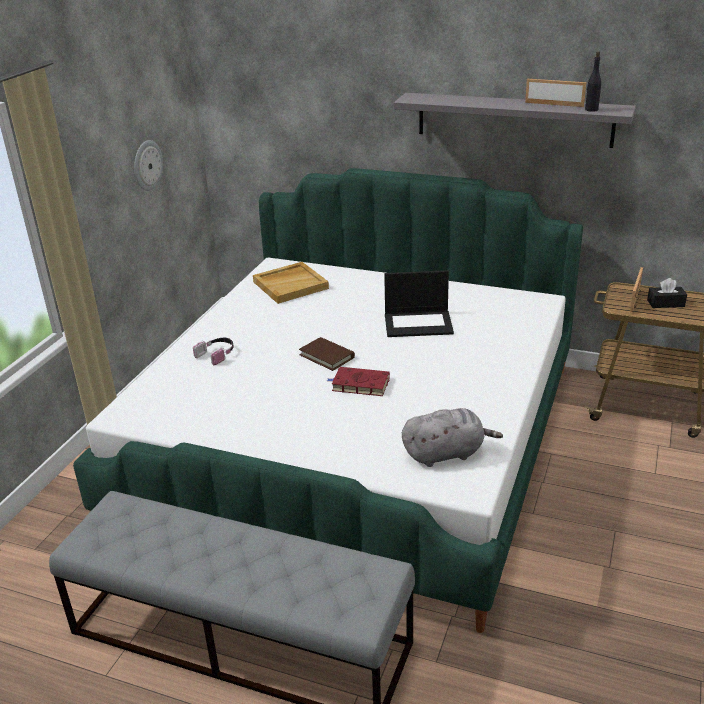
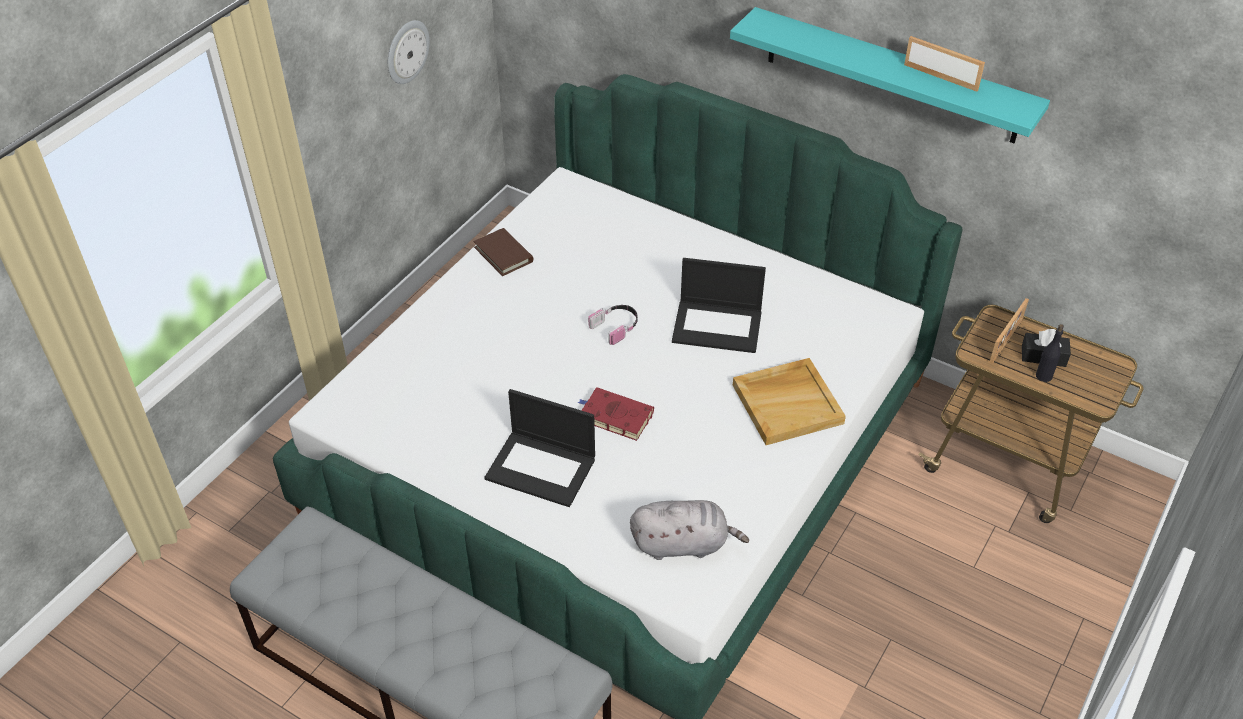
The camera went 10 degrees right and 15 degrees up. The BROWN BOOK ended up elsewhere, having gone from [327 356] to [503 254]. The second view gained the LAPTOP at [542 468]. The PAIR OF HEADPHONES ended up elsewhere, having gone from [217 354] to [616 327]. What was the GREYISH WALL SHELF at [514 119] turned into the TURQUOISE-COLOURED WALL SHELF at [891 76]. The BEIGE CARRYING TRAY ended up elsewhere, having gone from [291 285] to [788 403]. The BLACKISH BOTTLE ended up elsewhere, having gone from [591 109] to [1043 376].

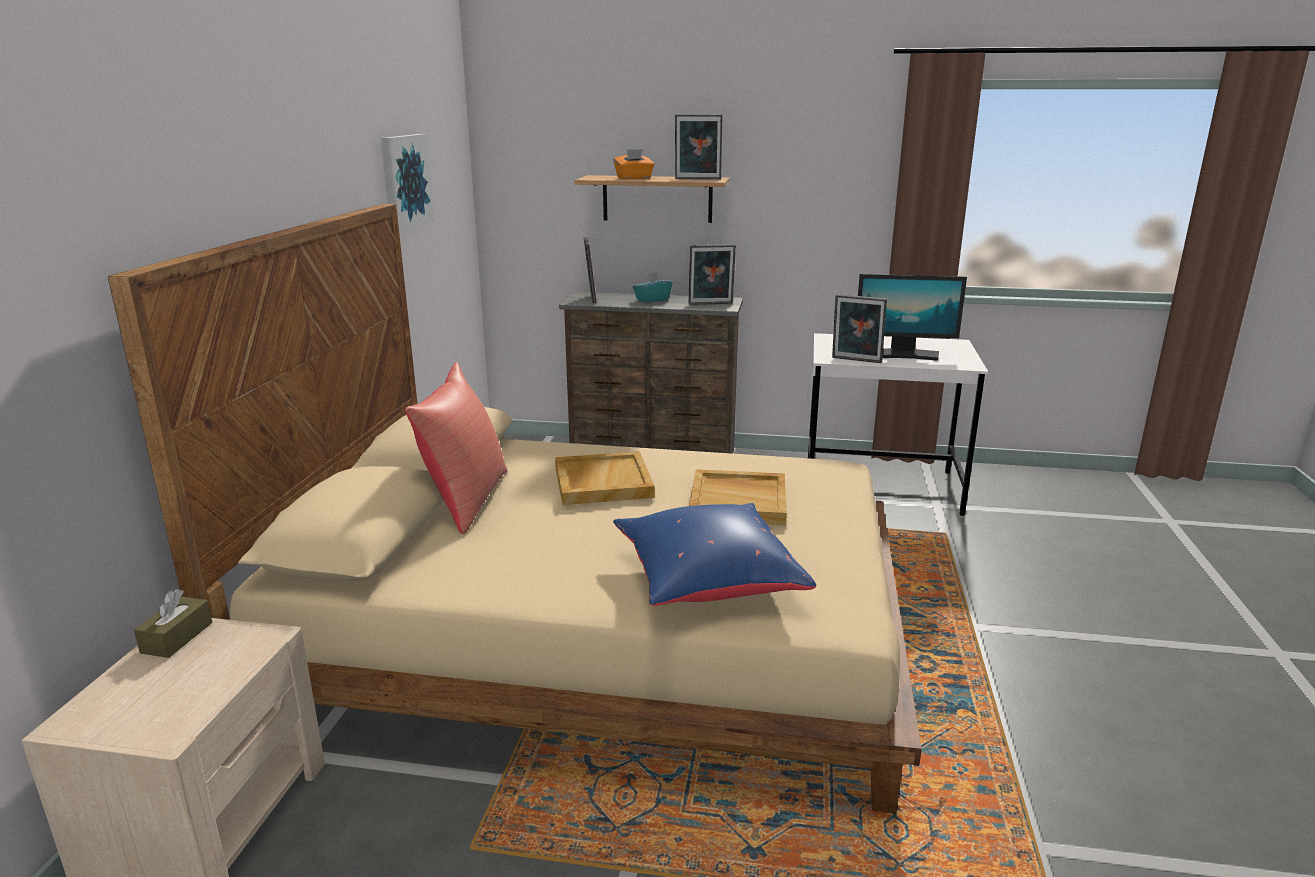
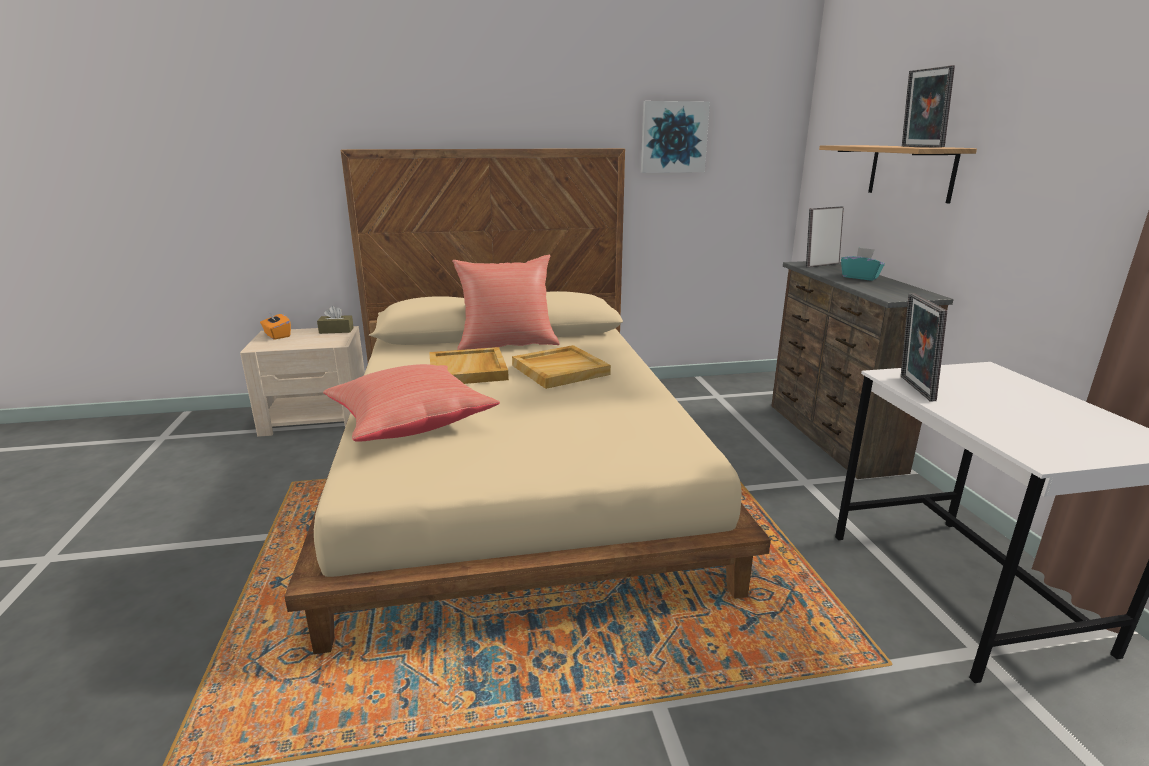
The camera went 70 degrees right and 0 degrees up. The ORANGEY TISSUE HOLDER ended up elsewhere, having gone from [634 178] to [277 335]. What was the BLUE-COLOURED THROW PILLOW at [706 582] turned into the RED THROW PILLOW at [410 424]. The BEIGE CARRYING TRAY ended up elsewhere, having gone from [739 501] to [468 370]. The second view lost the STANDING FRAME at [711 304]. The second view lost the COMPUTER DISPLAY at [904 355].

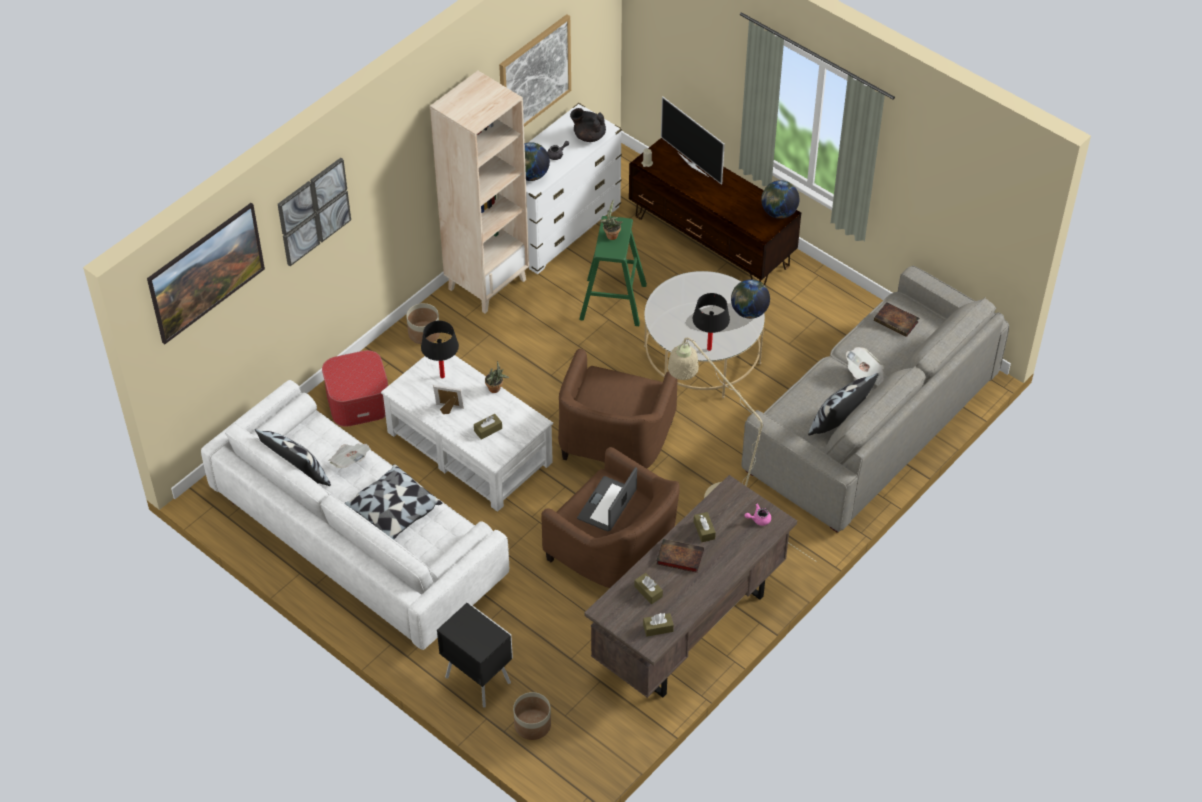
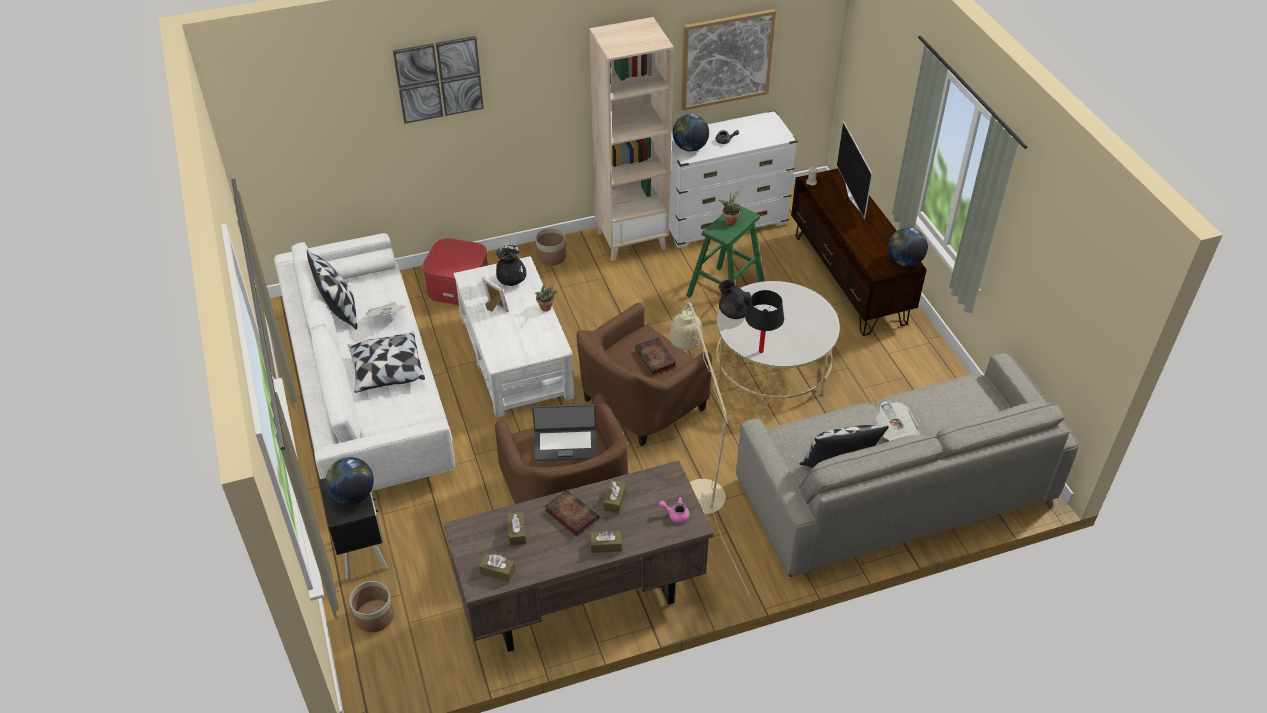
The camera went 30 degrees right and 5 degrees down. The WORLD GLOBE ended up elsewhere, having gone from [749 312] to [353 495]. Where the BLACKISH LAMP FOR A TABLE stood at [442 376], the BLACKISH FLOWER VASE came to stand at [511 281]. The LAPTOP at [608 505] ended up facing another way, 150 degrees counterclockwise from before. The BROWN TISSUE HOLDER ended up elsewhere, having gone from [488 430] to [606 545]. The BOOK ended up elsewhere, having gone from [897 321] to [656 358]. The BLACKISH TEAPOT ended up elsewhere, having gone from [589 136] to [734 312]. The second view lost the WALL ART at [209 288].

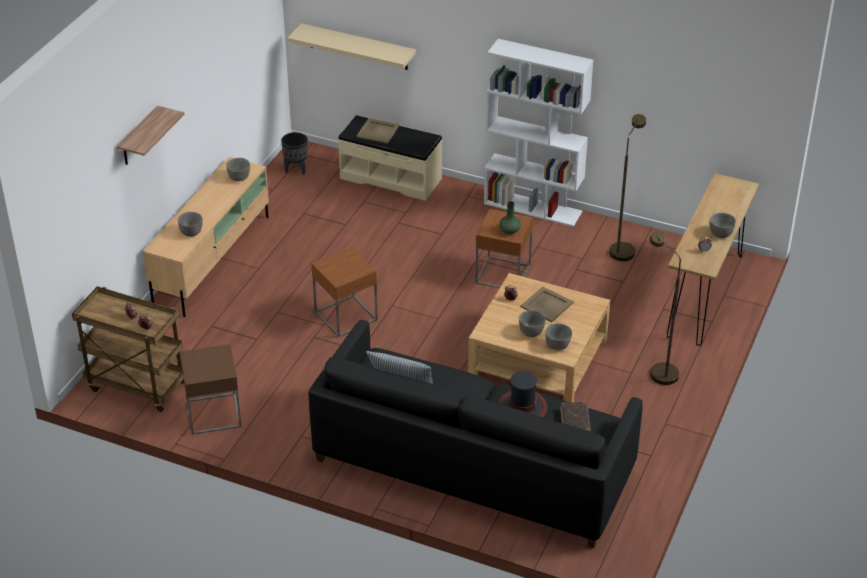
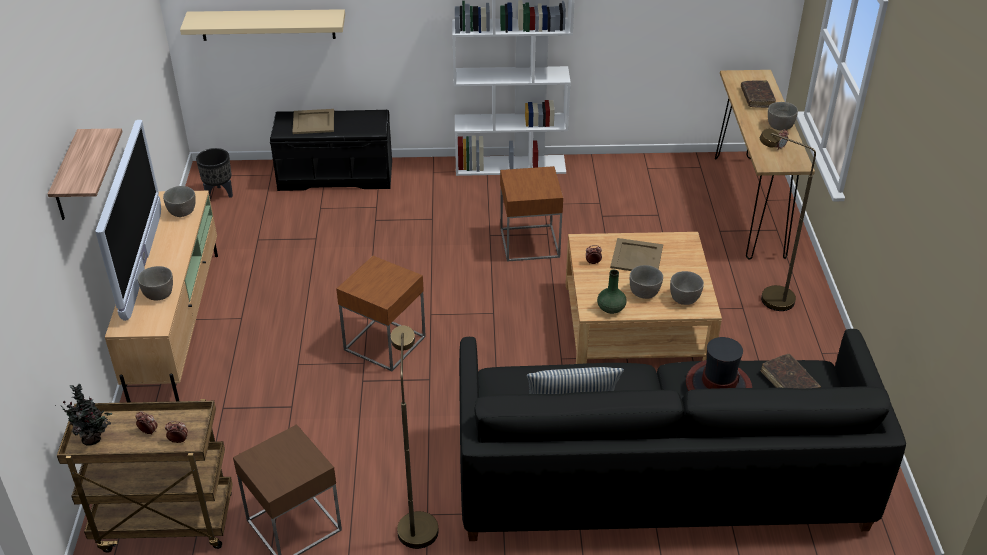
The camera went 25 degrees left and 0 degrees up. The second view gained the HOUSEPLANT at [94 438]. The second view gained the TV SET at [143 264]. What was the BEIGE INDOOR BENCH at [391 178] turned into the BLACKISH INDOOR BENCH at [335 175]. The BROWN STANDING LAMP ended up elsewhere, having gone from [623 248] to [416 522]. The GREEN FLOWER VASE ended up elsewhere, having gone from [510 231] to [611 308]. The second view gained the BROWN BOOK at [757 98].

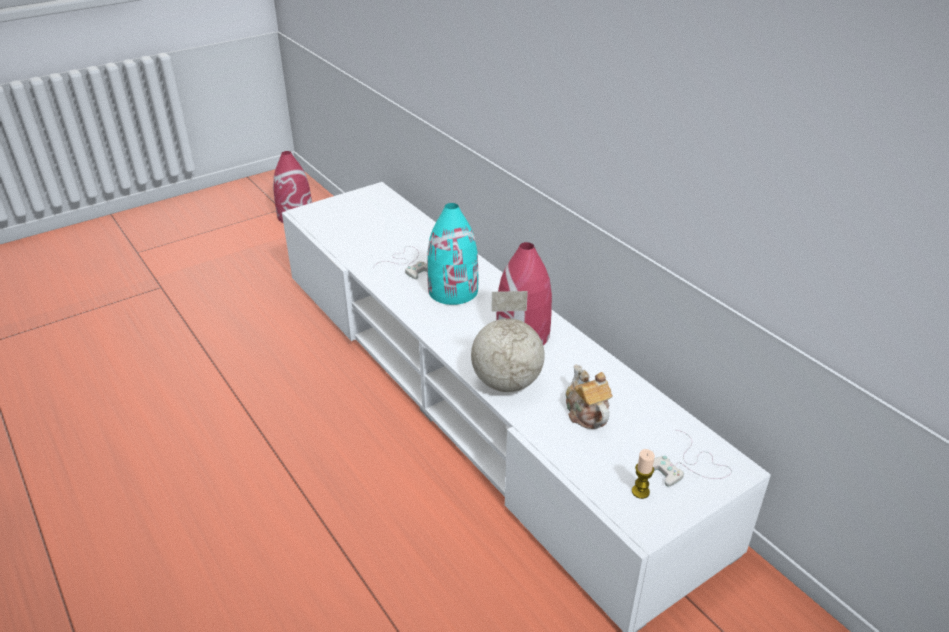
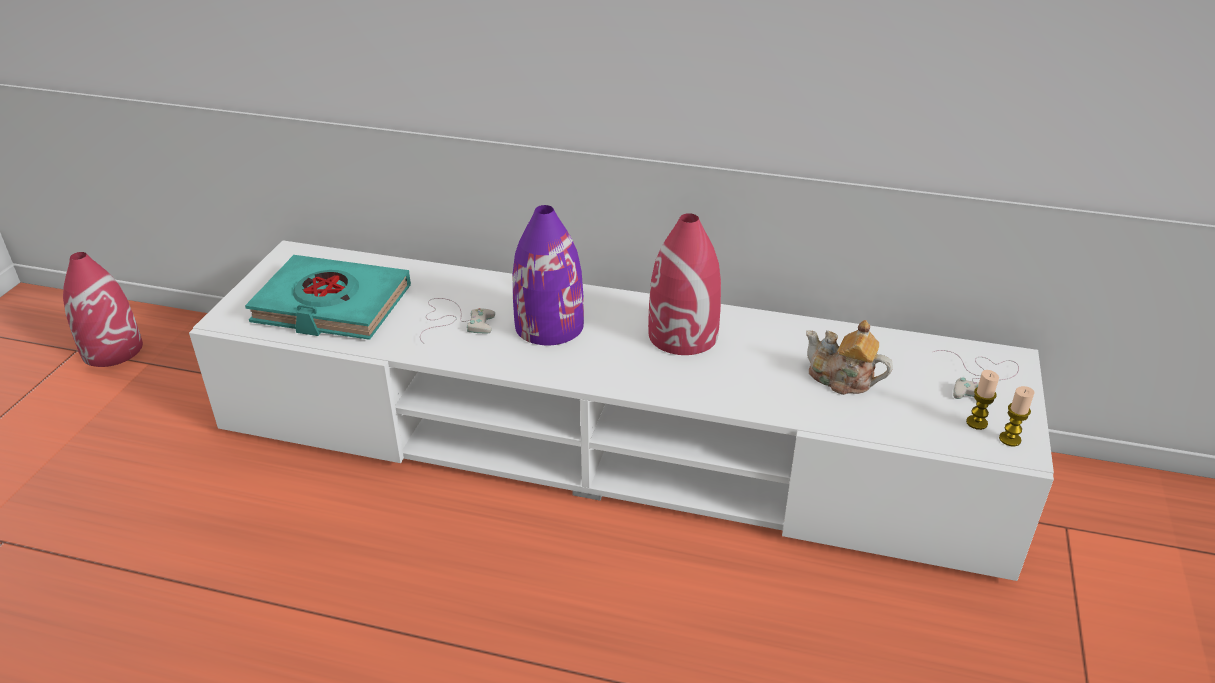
The camera went 40 degrees left and 0 degrees up. The second view gained the TURQUOISE-COLOURED BOOK at [332 306]. What was the TURQUOISE-COLOURED FLOWER VASE at [453 290] turned into the PURPLE FLOWER VASE at [549 325]. The second view gained the WAX LIGHT at [1010 439]. The second view lost the WORLD GLOBE at [506 382].

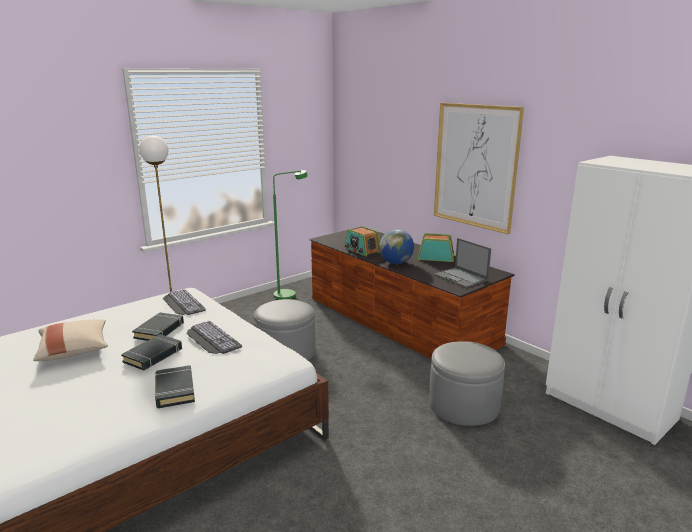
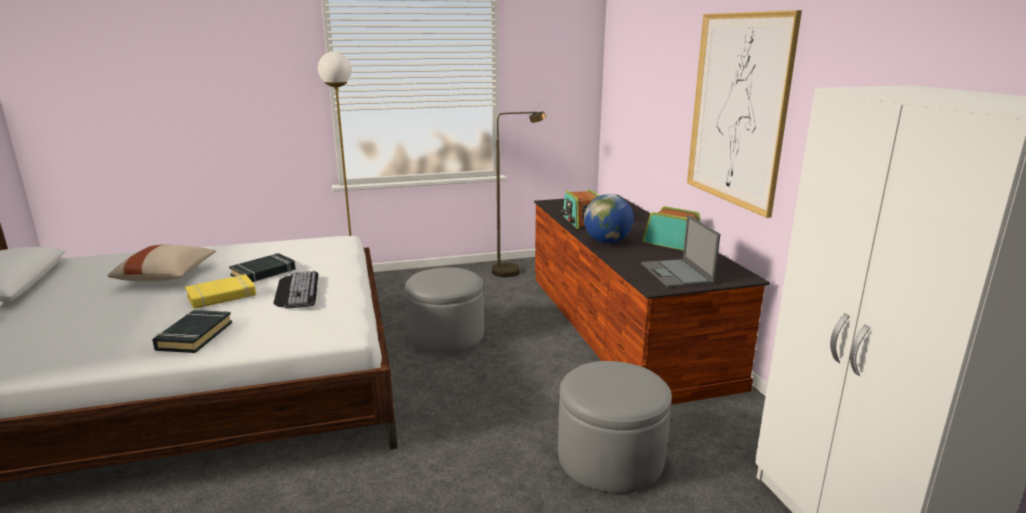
The camera went 25 degrees right and 0 degrees up. What was the BLACKISH BOOK at [153 356] turned into the YELLOWISH BOOK at [222 296]. What was the GREEN STANDING LAMP at [289 294] turned into the BROWN STANDING LAMP at [513 271]. The second view lost the COMPUTER KEYBOARD at [182 303].

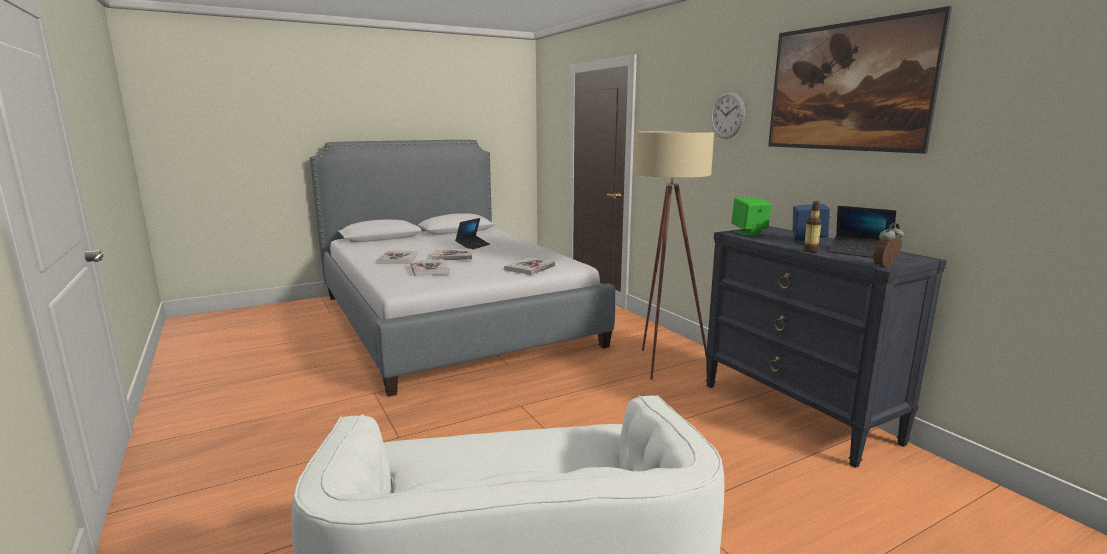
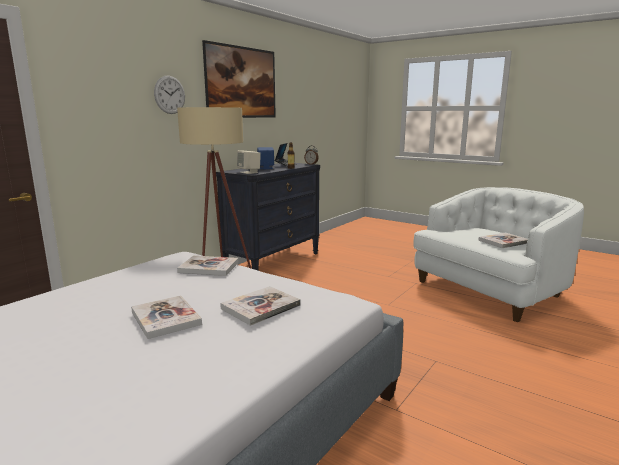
The camera went 115 degrees left and 0 degrees up. What was the GREEN SPEAKER at [749 233] turned into the BEIGE SPEAKER at [249 172]. The BOOK ended up elsewhere, having gone from [398 259] to [503 242]. The second view lost the LAPTOP at [473 246].

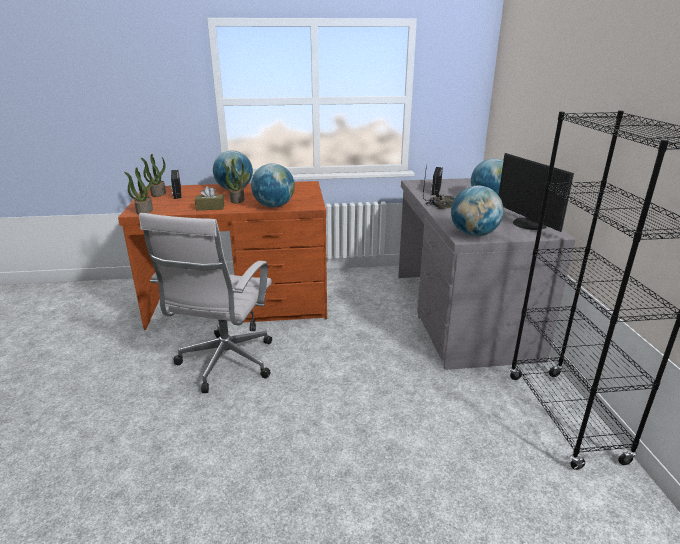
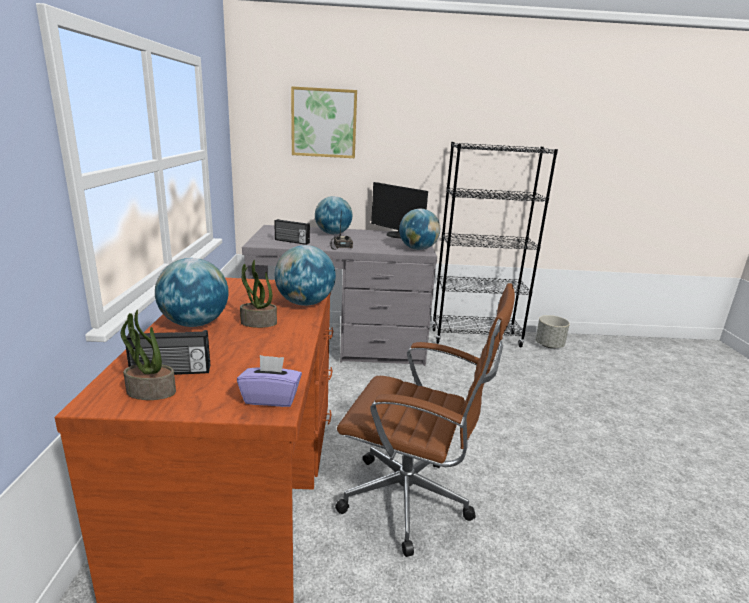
The camera went 85 degrees left and 5 degrees down. Where the HOUSEPLANT stood at [144 211], the PURPLE TISSUE HOLDER came to stand at [271 398]. The second view gained the WALL ART at [324 123]. What was the WHITISH DESK CHAIR at [225 364] turned into the BROWN DESK CHAIR at [411 502]. The COMPUTER DISPLAY at [528 224] ended up facing another way, 60 degrees clockwise from before. The second view gained the GREYISH PLANTER at [549 345]. The second view lost the BROWN TISSUE HOLDER at [210 207].

